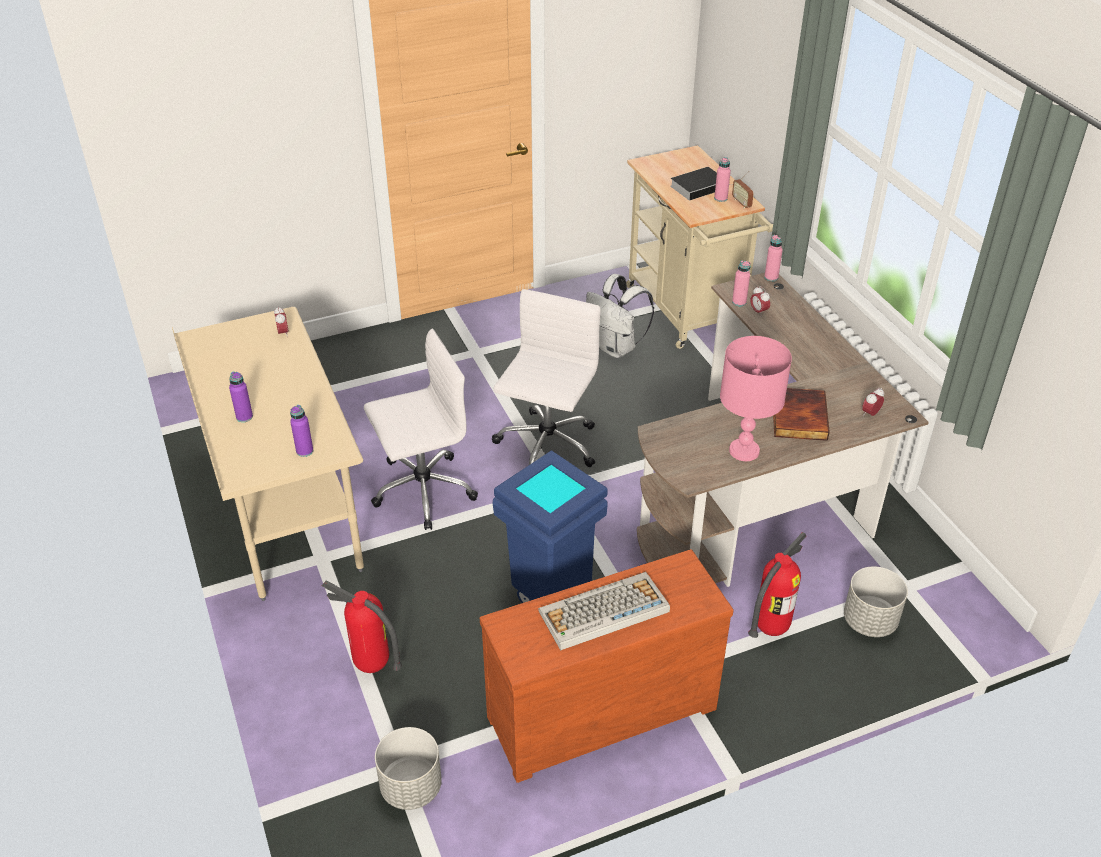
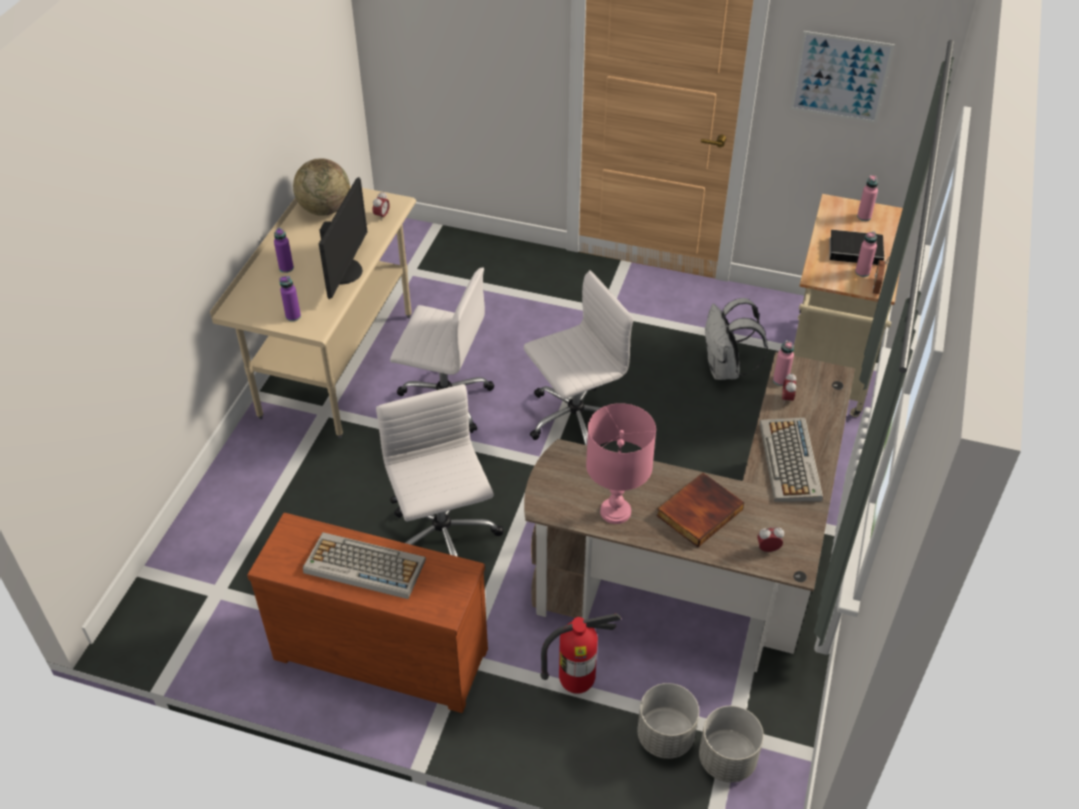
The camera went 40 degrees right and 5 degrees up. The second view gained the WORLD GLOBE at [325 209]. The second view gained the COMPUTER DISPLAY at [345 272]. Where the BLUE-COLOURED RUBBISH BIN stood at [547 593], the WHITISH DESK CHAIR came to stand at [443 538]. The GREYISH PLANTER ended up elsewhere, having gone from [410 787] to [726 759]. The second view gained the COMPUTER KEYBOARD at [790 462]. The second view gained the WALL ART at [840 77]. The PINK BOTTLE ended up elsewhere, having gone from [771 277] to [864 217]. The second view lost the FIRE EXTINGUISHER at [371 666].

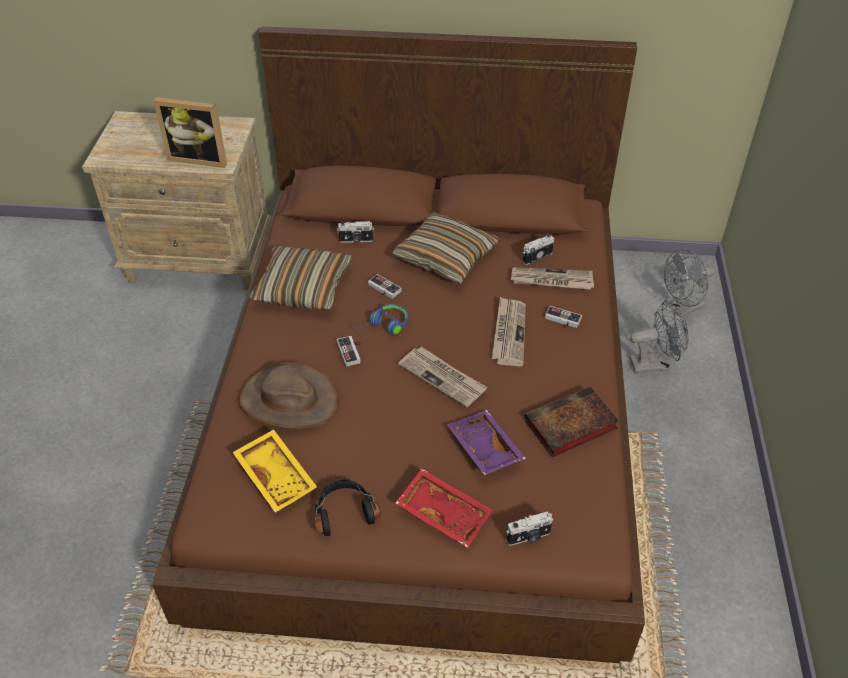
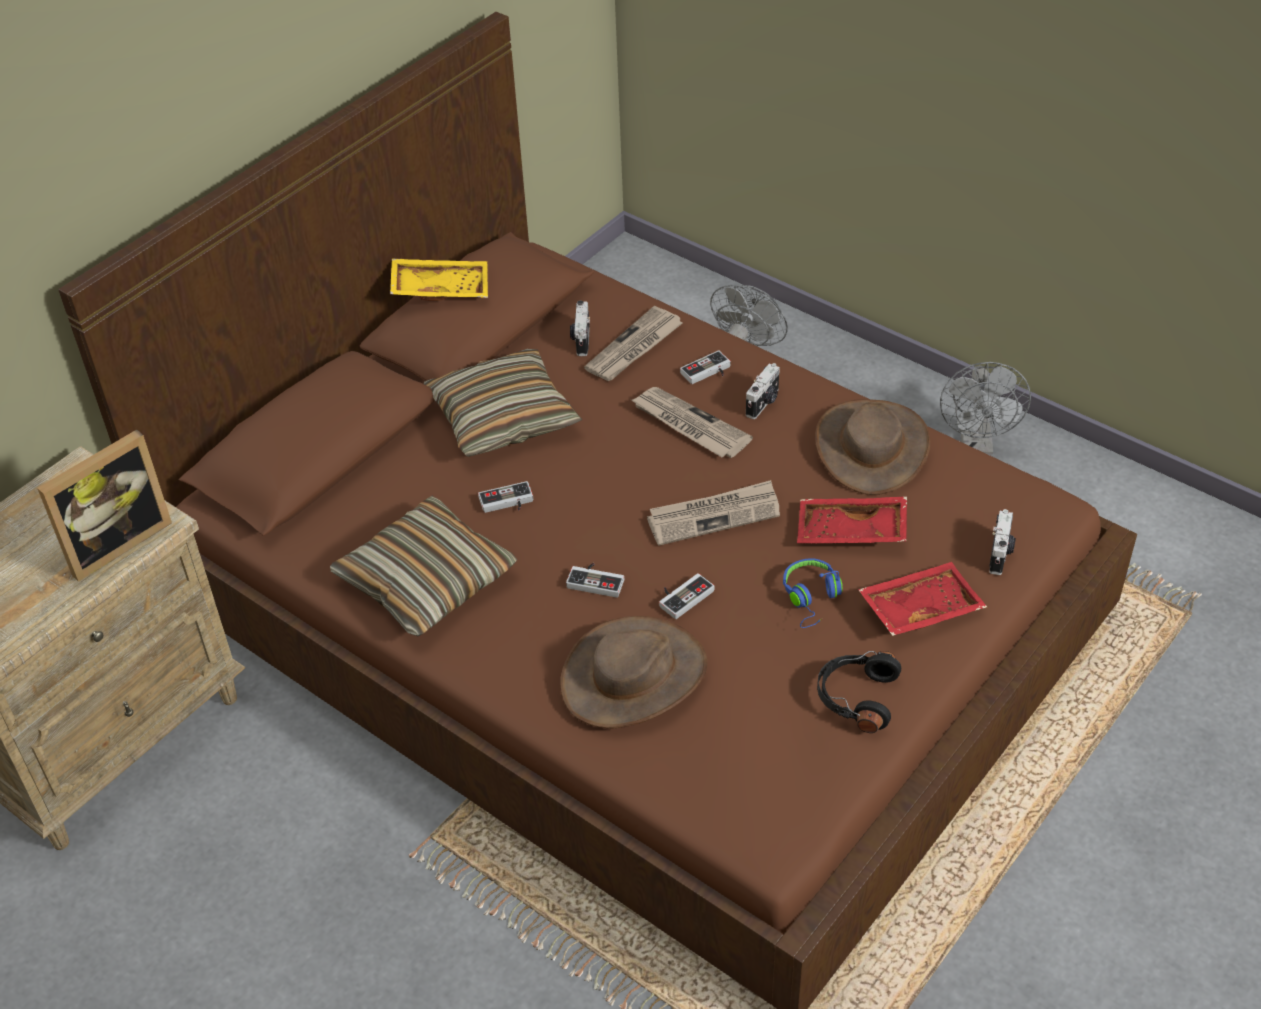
The camera went 55 degrees left and 0 degrees up. The YELLOWISH CARRYING TRAY ended up elsewhere, having gone from [277 476] to [441 288]. The second view gained the GAMEPAD at [682 596]. The PHOTO CAMERA ended up elsewhere, having gone from [356 240] to [763 403]. The BLUE-COLOURED PAIR OF HEADPHONES ended up elsewhere, having gone from [384 326] to [811 598]. What was the PURPLE CARRYING TRAY at [483 449] turned into the RED CARRYING TRAY at [851 533]. Where the BOOK stood at [569 426], the BROWN HAT came to stand at [872 447]. The GREYISH FAN ended up elsewhere, having gone from [682 309] to [977 444].

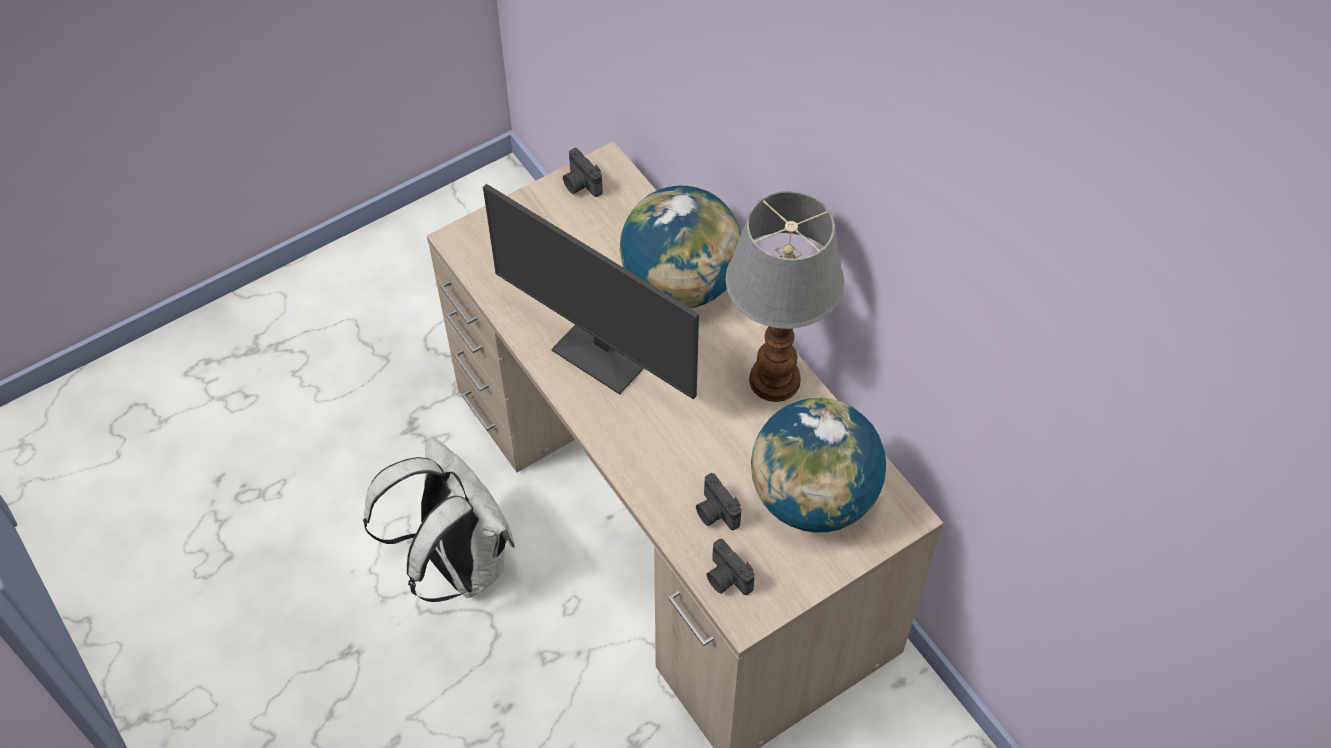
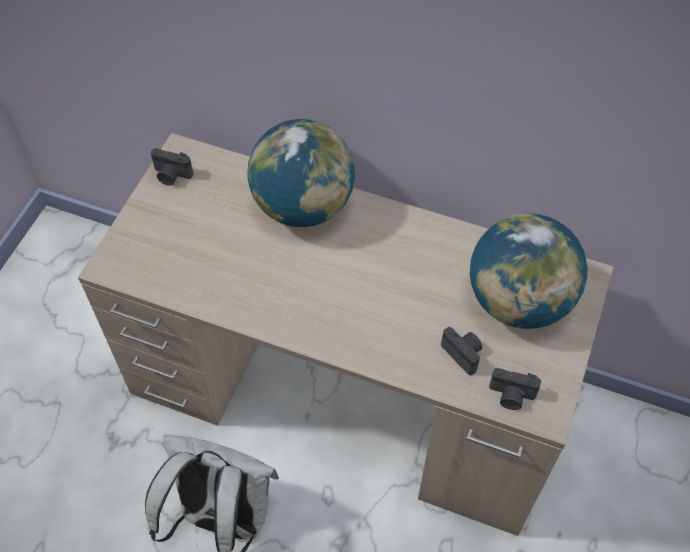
The camera went 35 degrees left and 0 degrees up. The PHOTO CAMERA at [715 513] ended up facing another way, 150 degrees counterclockwise from before. The second view lost the COMPUTER DISPLAY at [605 351]. The second view lost the LAMP FOR A TABLE at [772 379].

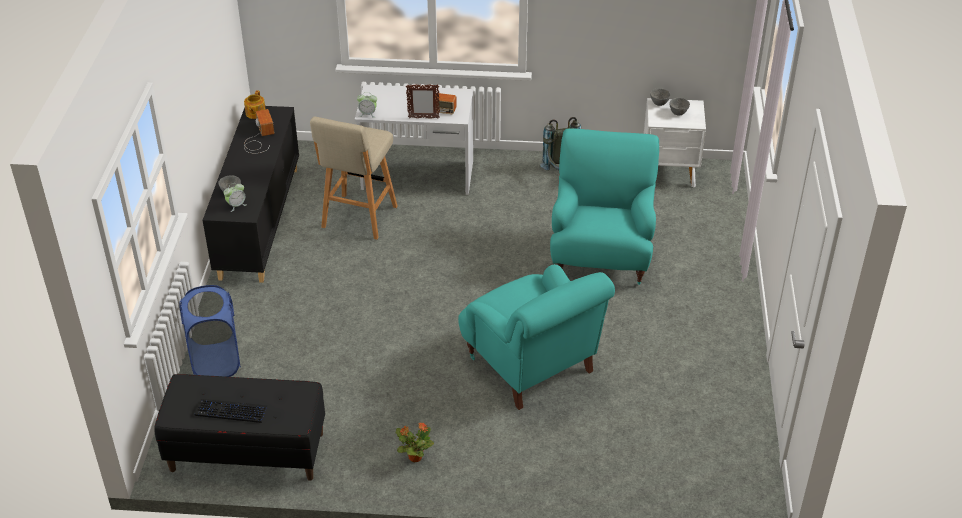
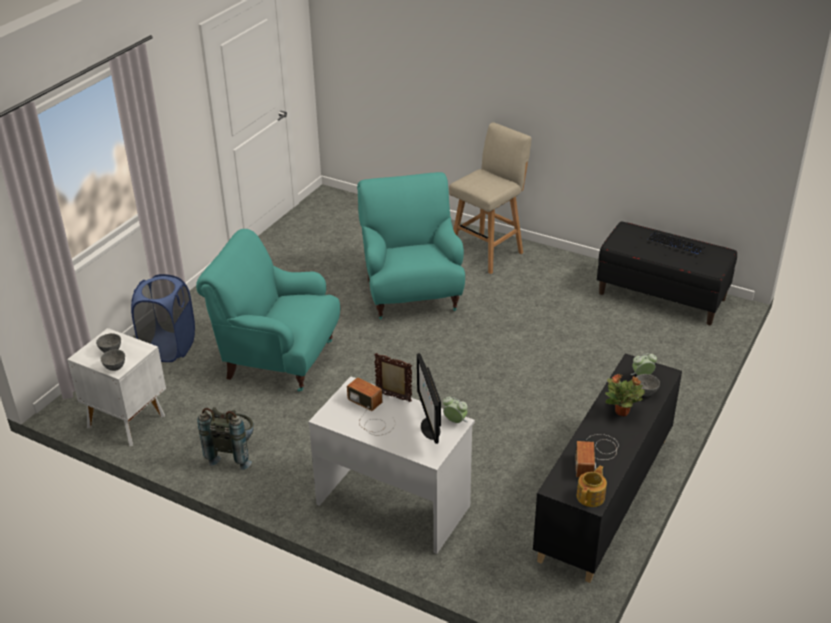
The camera went 155 degrees left and 5 degrees down. The BLUE-COLOURED HAMPER ended up elsewhere, having gone from [216 362] to [169 347]. The TURQUOISE-COLOURED ARMCHAIR at [601 255] ended up facing another way, 75 degrees clockwise from before. The second view gained the COMPUTER DISPLAY at [430 428]. The BEIGE STOOL SEAT ended up elsewhere, having gone from [358 218] to [487 252]. The HOUSEPLANT ended up elsewhere, having gone from [414 457] to [622 412].

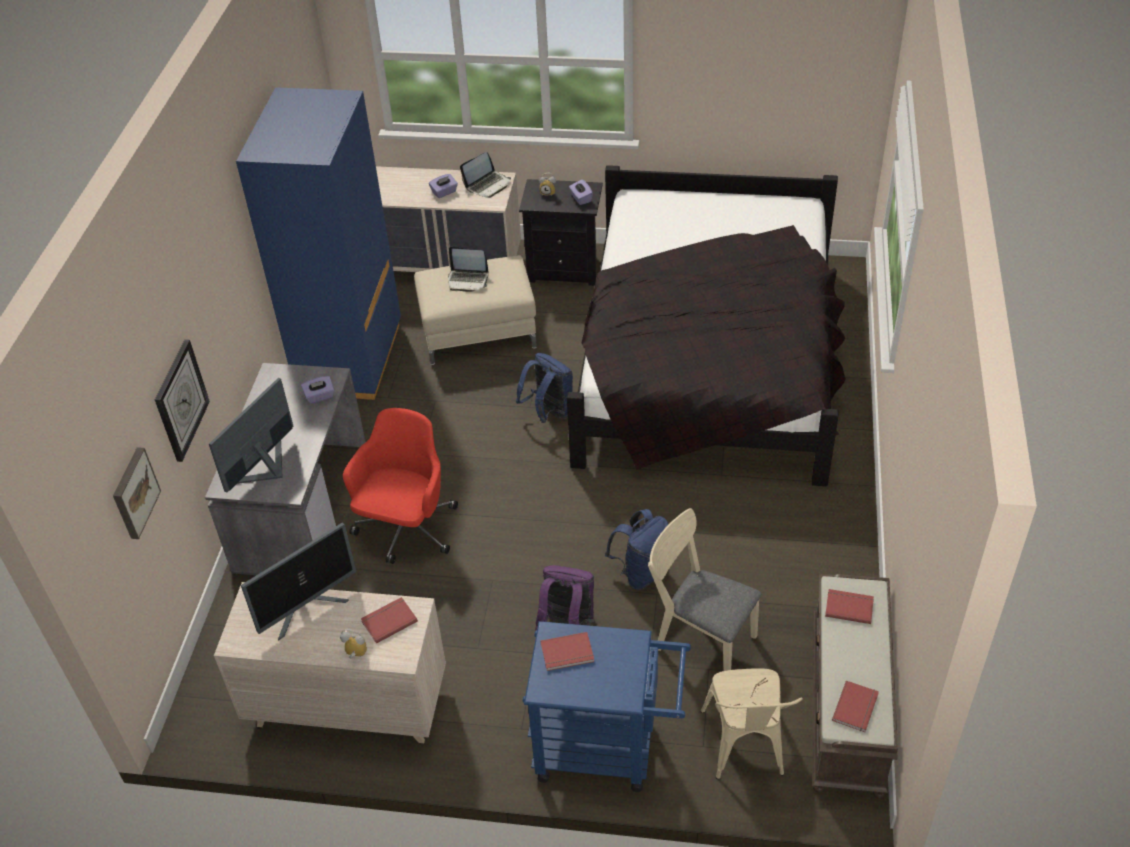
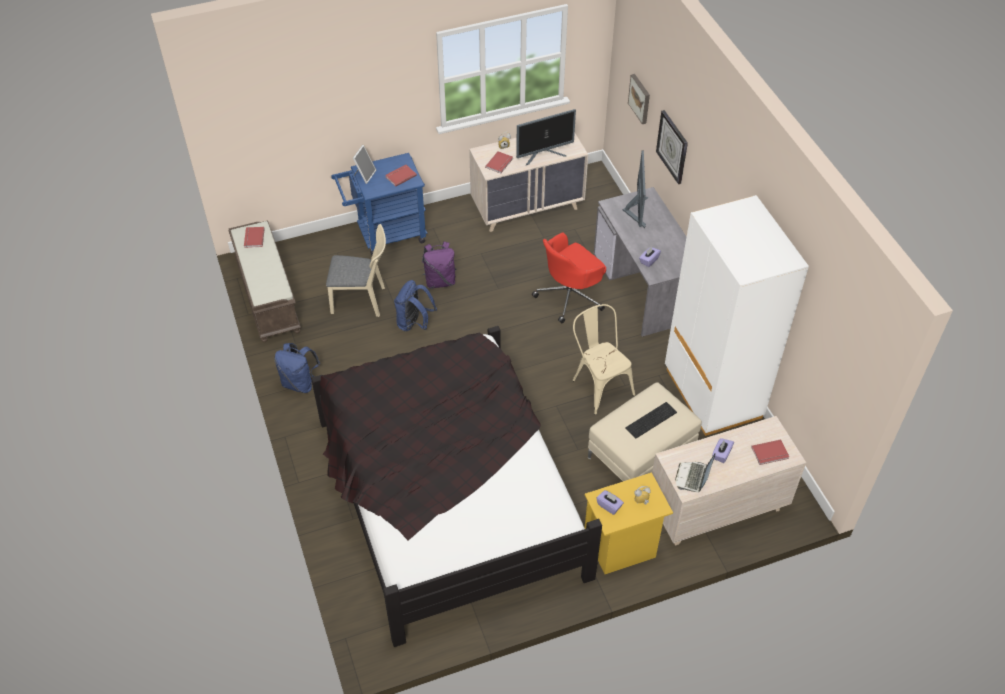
The camera went 150 degrees right and 5 degrees up. The BLUE-COLOURED BACKPACK ended up elsewhere, having gone from [549 413] to [300 383]. The second view gained the STANDING FRAME at [364 175]. The COMPUTER DISPLAY at [308 608] ended up facing another way, 135 degrees counterclockwise from before. The RED DESK CHAIR at [406 530] ended up facing another way, 60 degrees clockwise from before. The BEIGE PLAIN CHAIR ended up elsewhere, having gone from [745 749] to [599 384]. What was the BLACKISH BEDSIDE TABLE at [565 269] turned into the YELLOWISH BEDSIDE TABLE at [621 548]. Where the LAPTOP stood at [468 280], the COMPUTER KEYBOARD came to stand at [651 421]. What was the BLUE-COLOURED CLOTHES CUPBOARD at [350 359] turned into the WHITISH CLOTHES CUPBOARD at [712 394]. The RED BOOK ended up elsewhere, having gone from [849 606] to [770 453].

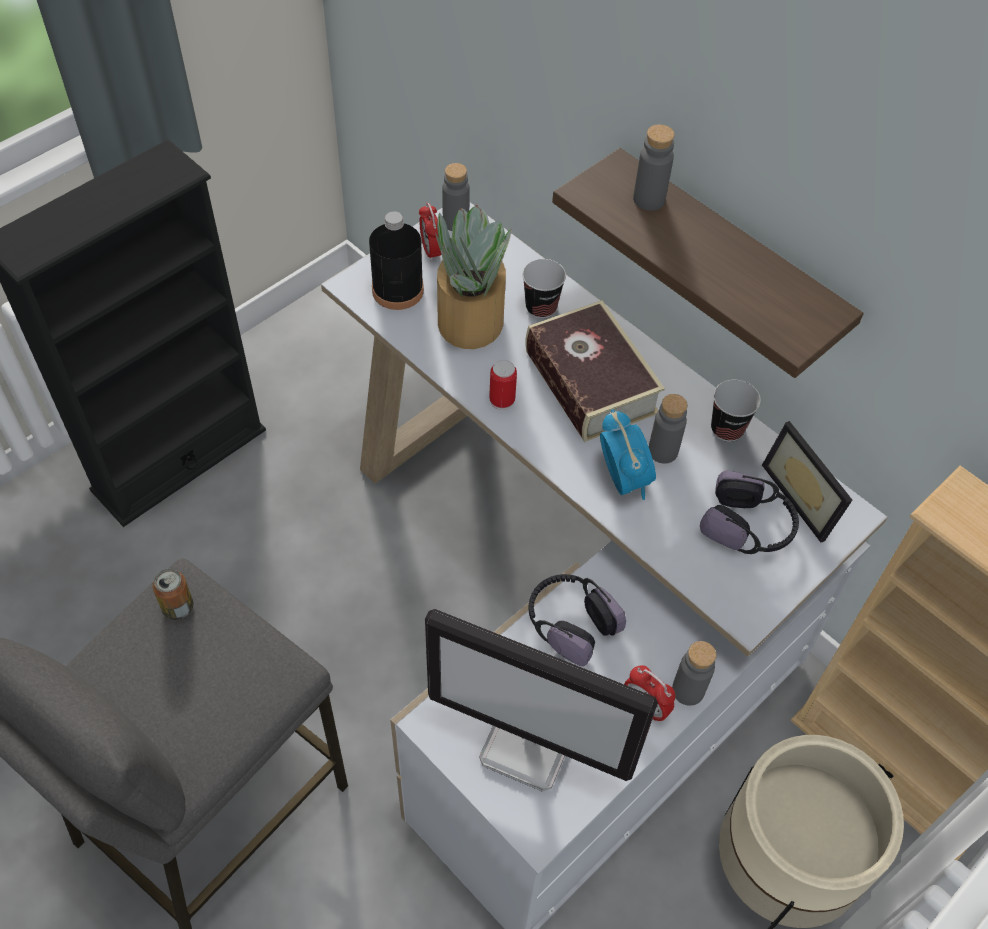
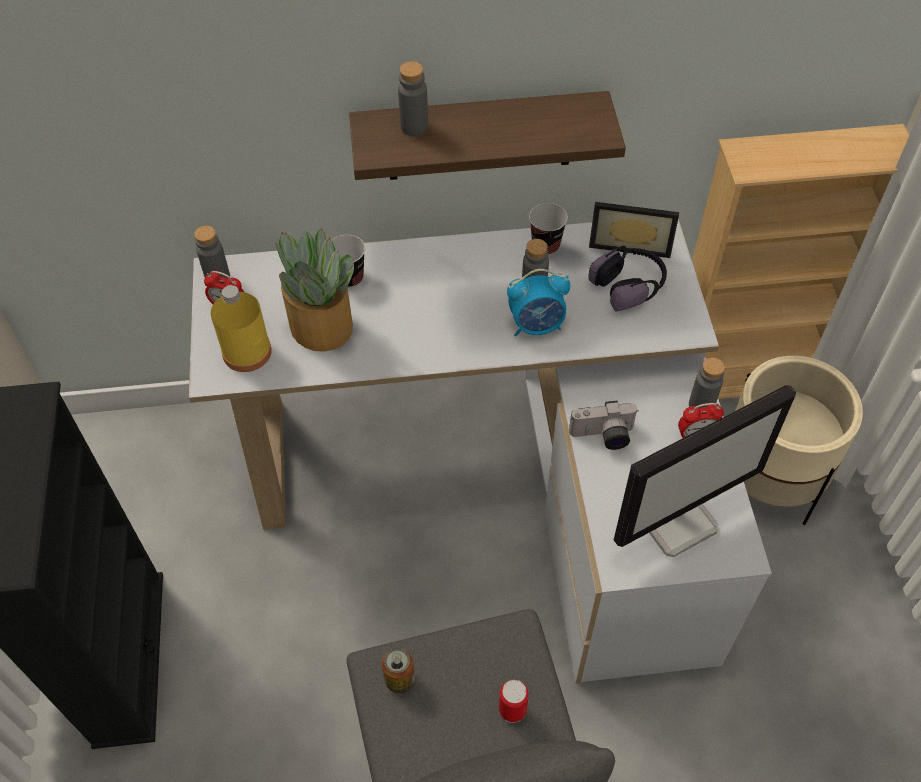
The camera went 50 degrees left and 0 degrees up. What was the BLACKISH BOTTLE at [397 290] turned into the YELLOWISH BOTTLE at [247 352]. The CAN ended up elsewhere, having gone from [502 400] to [512 710]. The BEDSIDE CLOCK at [623 478] ended up facing another way, 150 degrees clockwise from before. Where the PAIR OF HEADPHONES stood at [570 623], the PHOTO CAMERA came to stand at [603 437]. The second view lost the BOOK at [590 382].

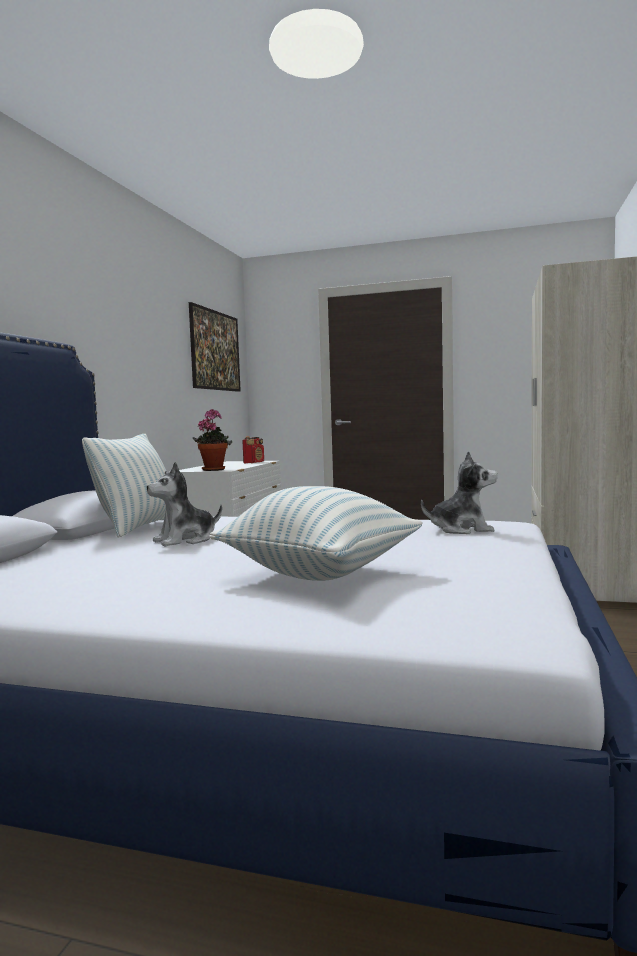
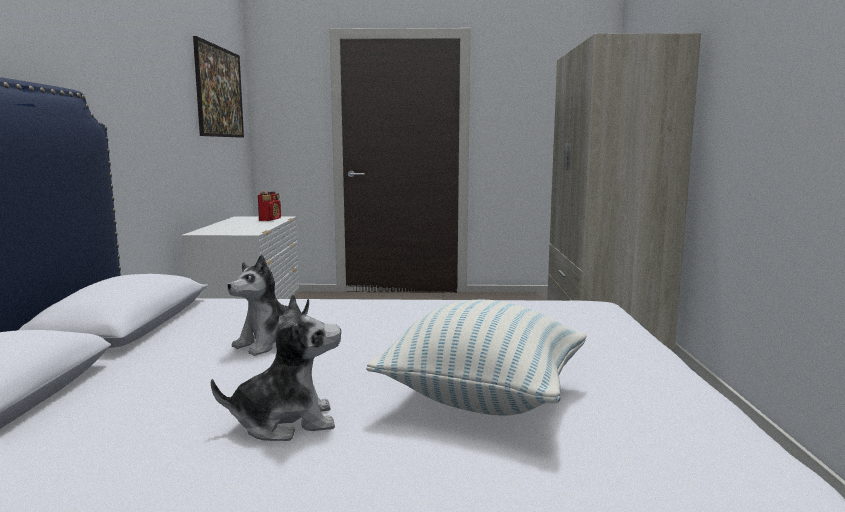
The camera went 15 degrees left and 5 degrees up. The CUDDLY TOY ended up elsewhere, having gone from [461 530] to [285 422]. The second view lost the THROW PILLOW at [137 527]. The second view lost the HOUSEPLANT at [214 469].

